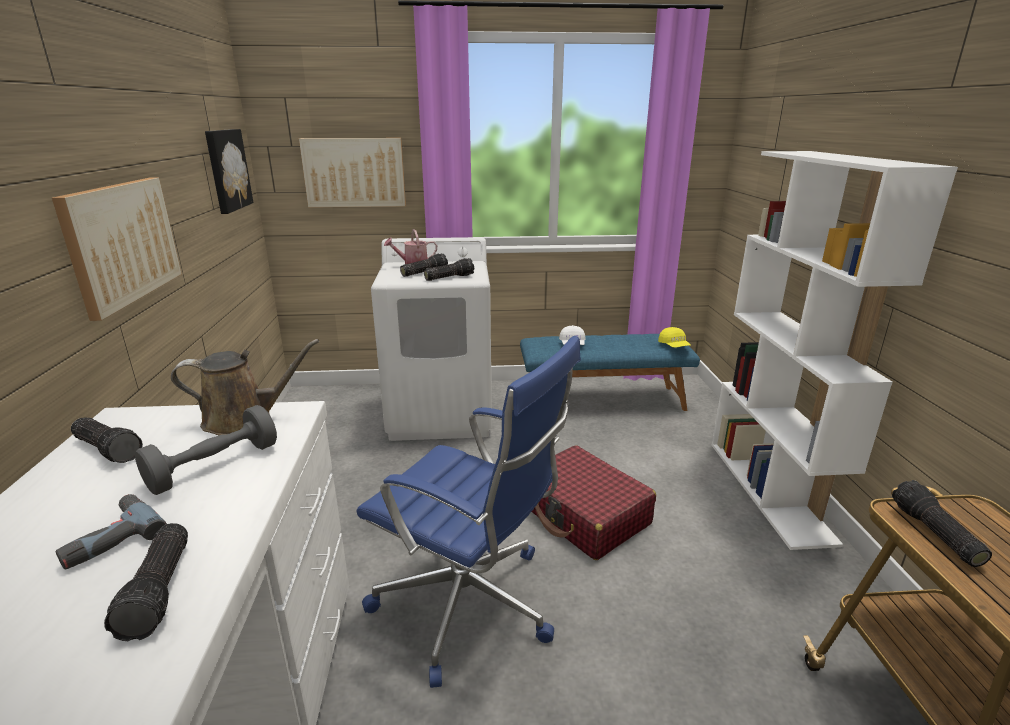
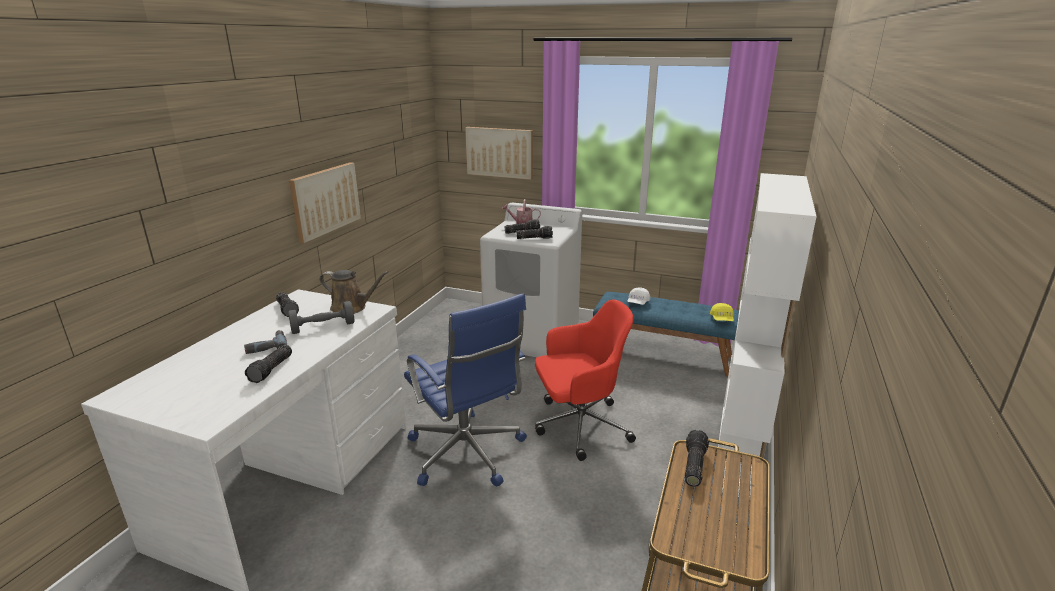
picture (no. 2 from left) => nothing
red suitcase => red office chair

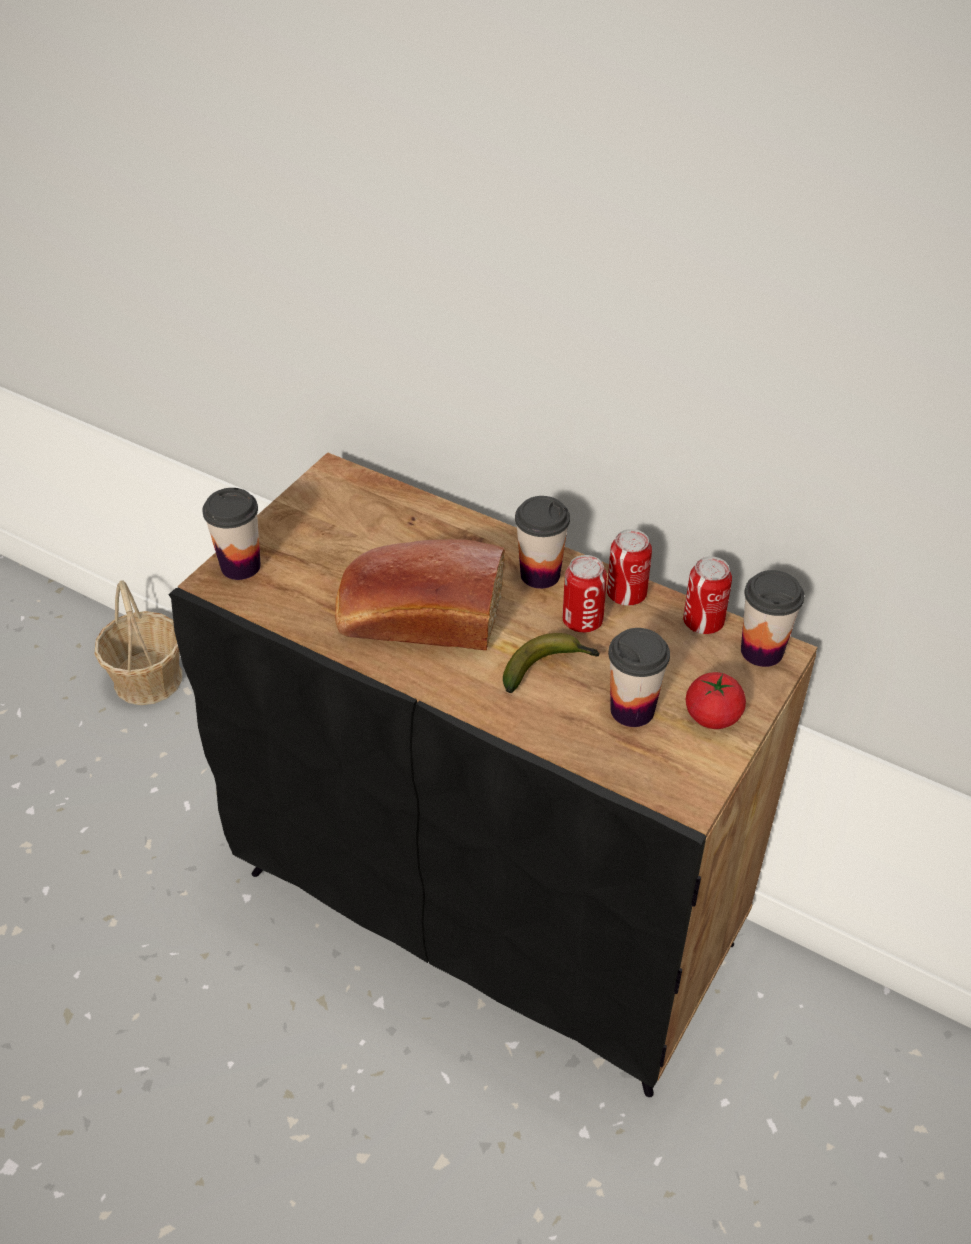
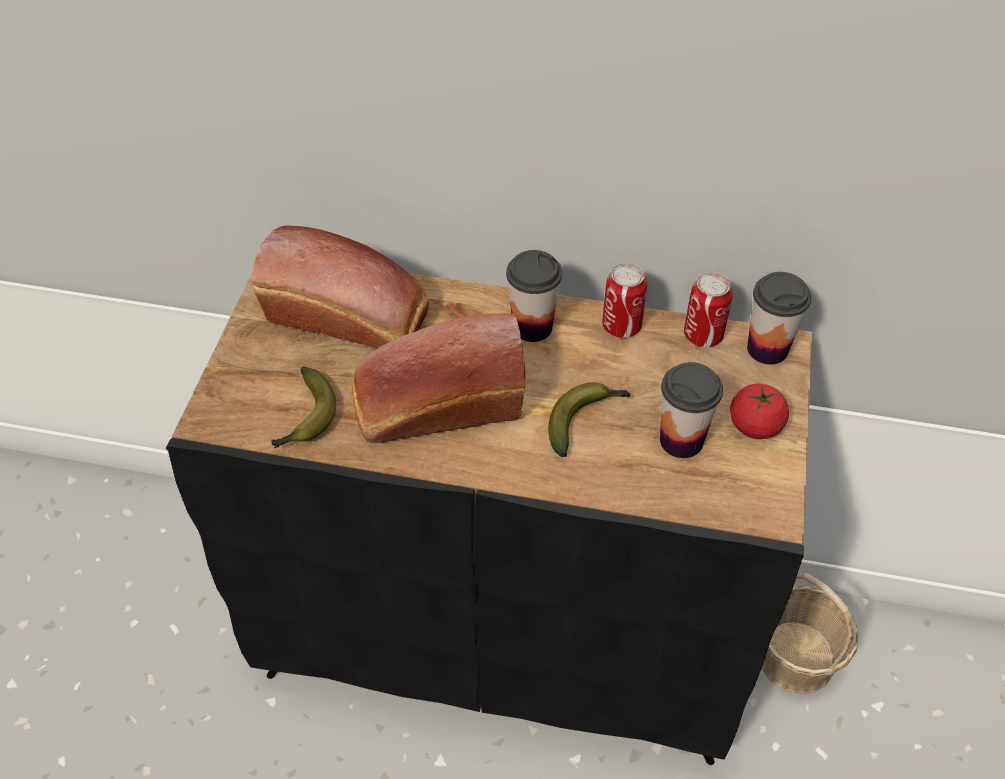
basket, shifted
cup (no. 1 from left) => nothing
can (no. 1 from left) => nothing
nothing => bread (no. 1 from left)
nothing => banana (no. 1 from left)

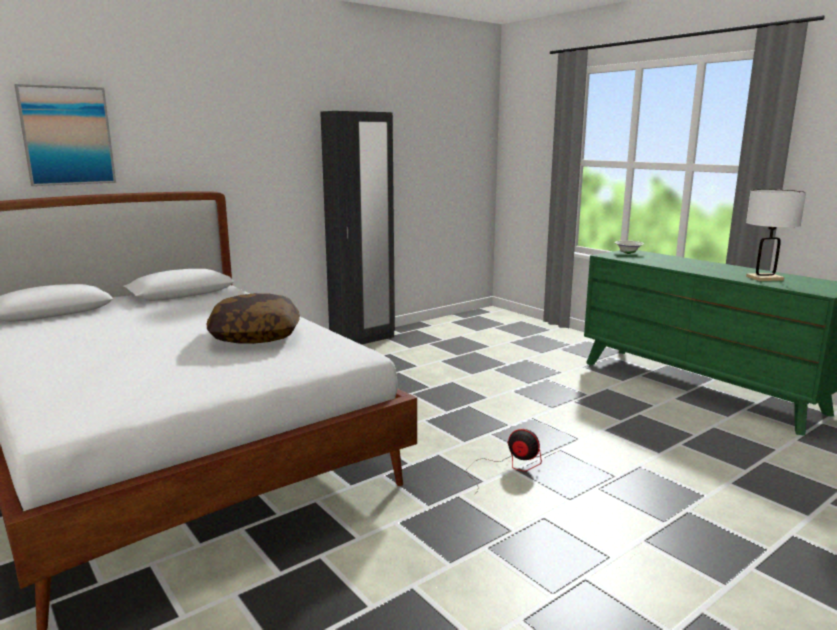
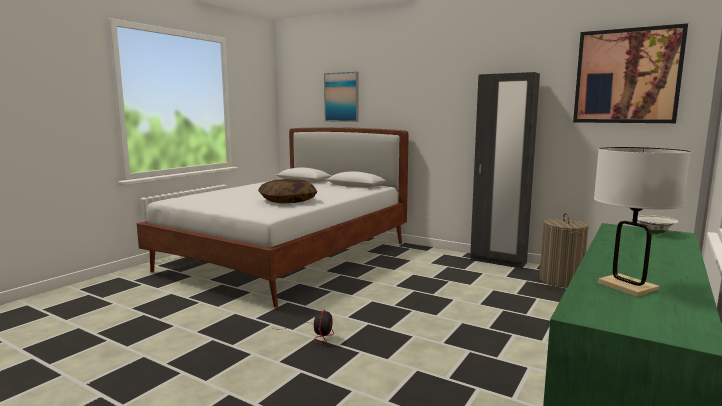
nothing => laundry basket
nothing => picture (no. 2 from left)

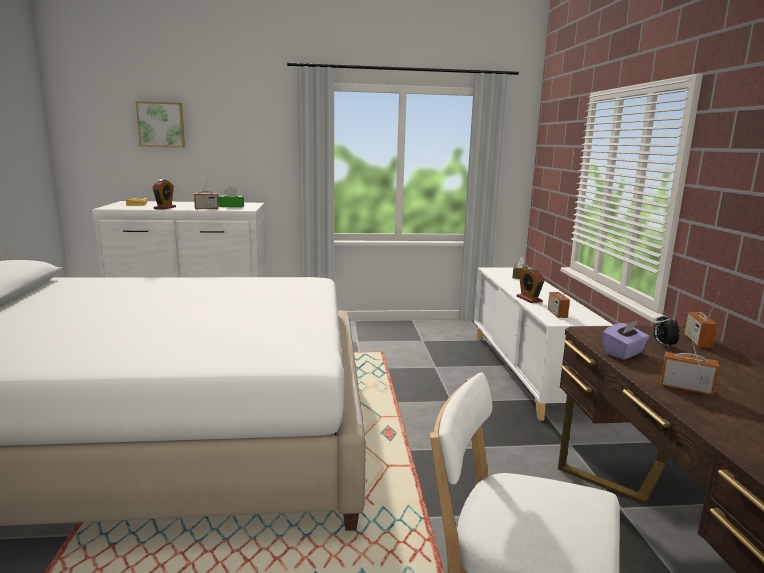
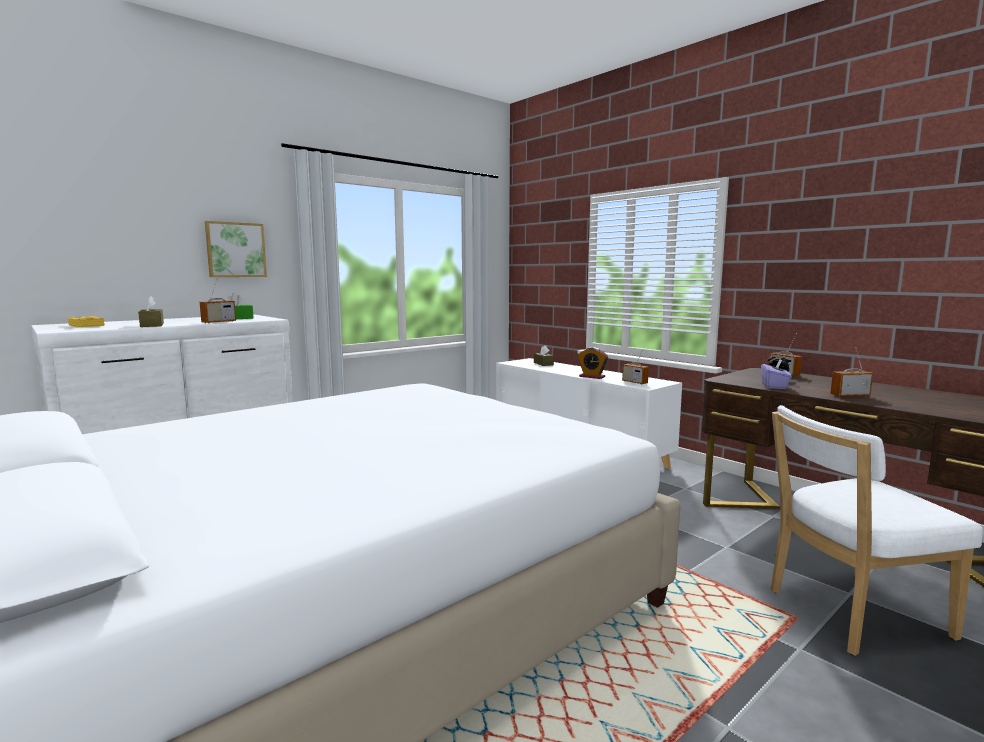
picture, shifted
alarm clock (no. 1 from left) => brown tissue box (no. 1 from left)

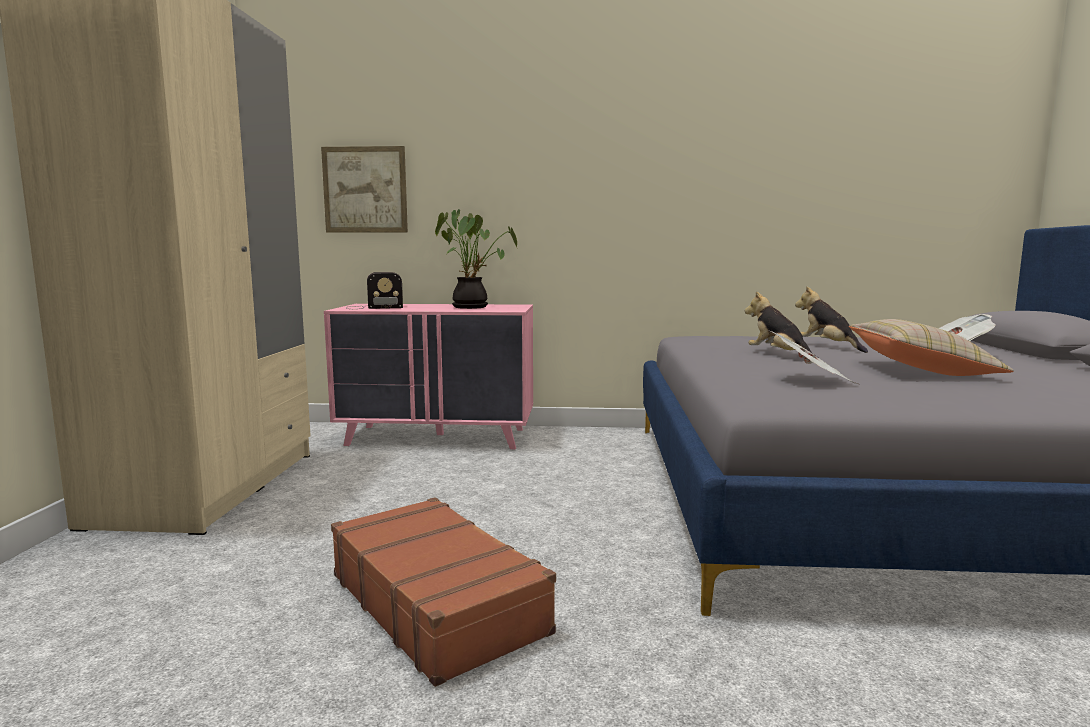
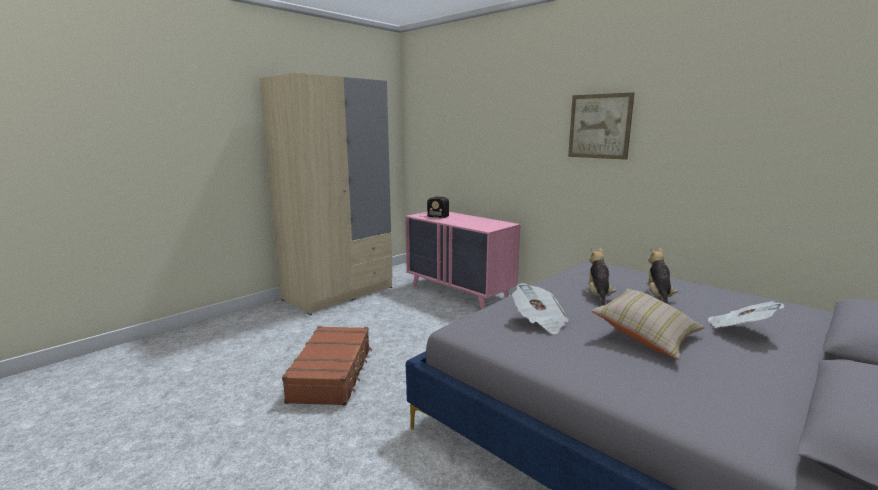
picture, shifted
potted plant => nothing

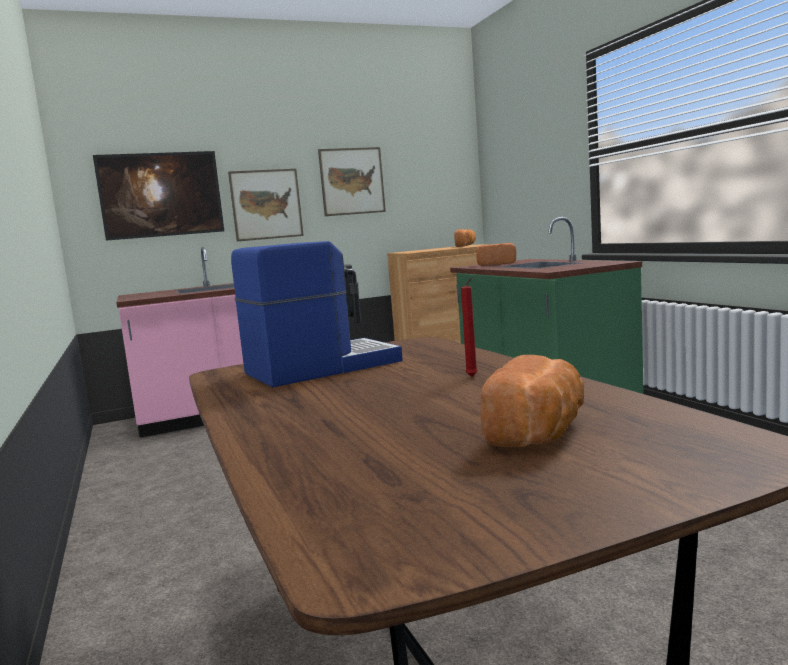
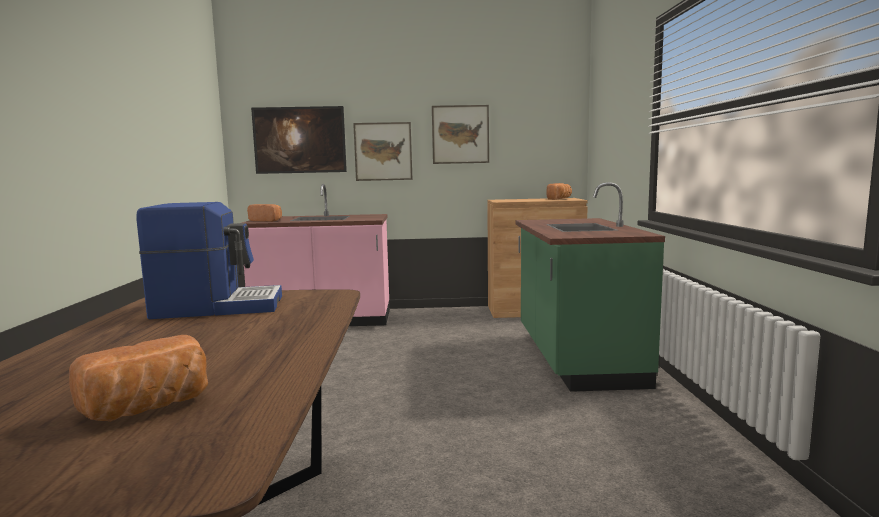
red candle => nothing
bread (no. 2 from left), shifted

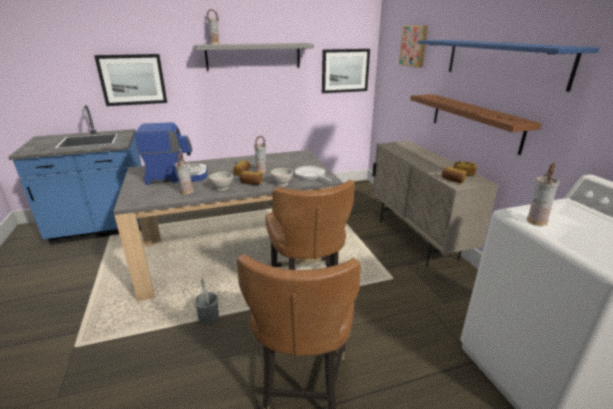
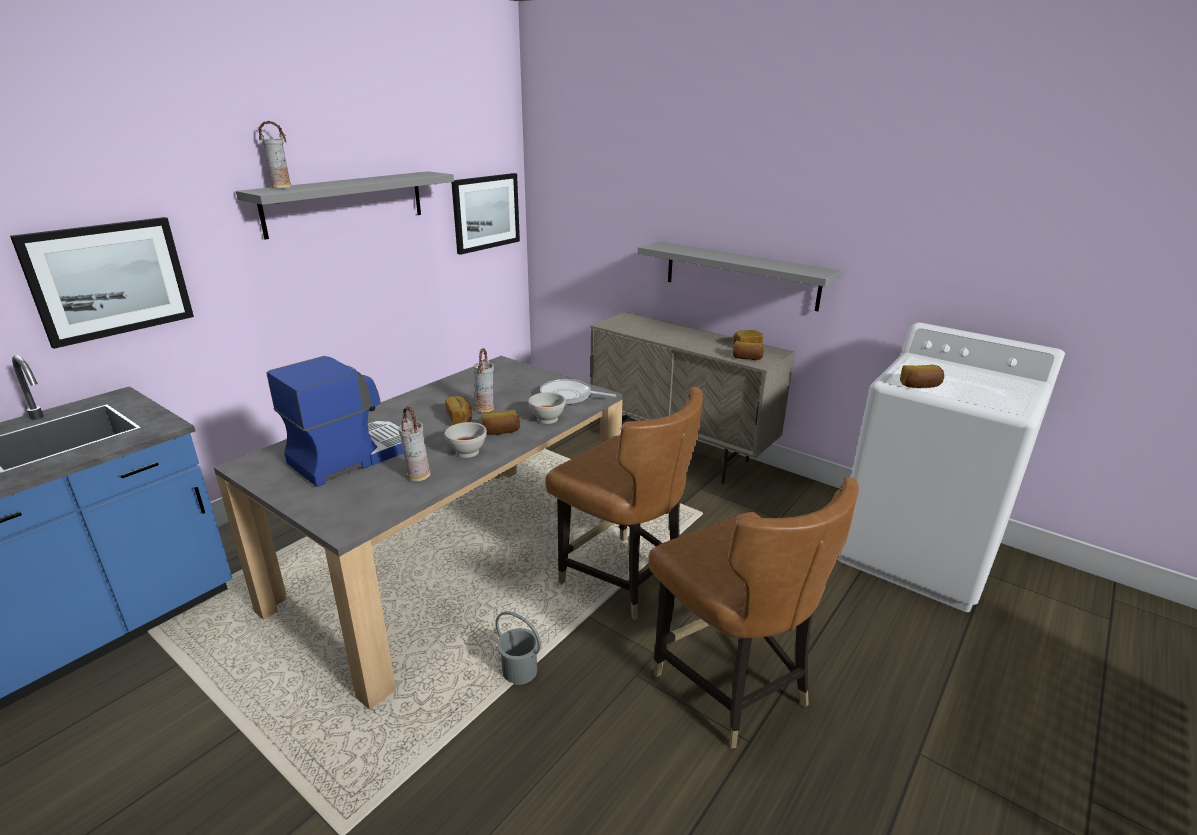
picture (no. 3 from left) => nothing
brown shelf => grey shelf (no. 2 from left)
blue shelf => nothing
vase (no. 4 from left) => bread (no. 5 from left)

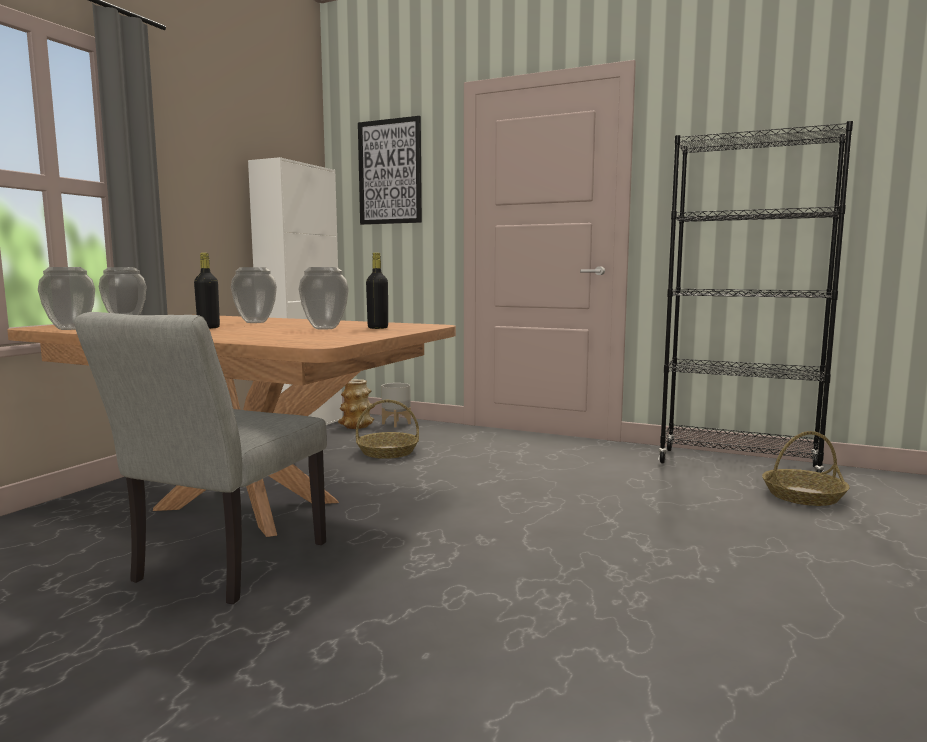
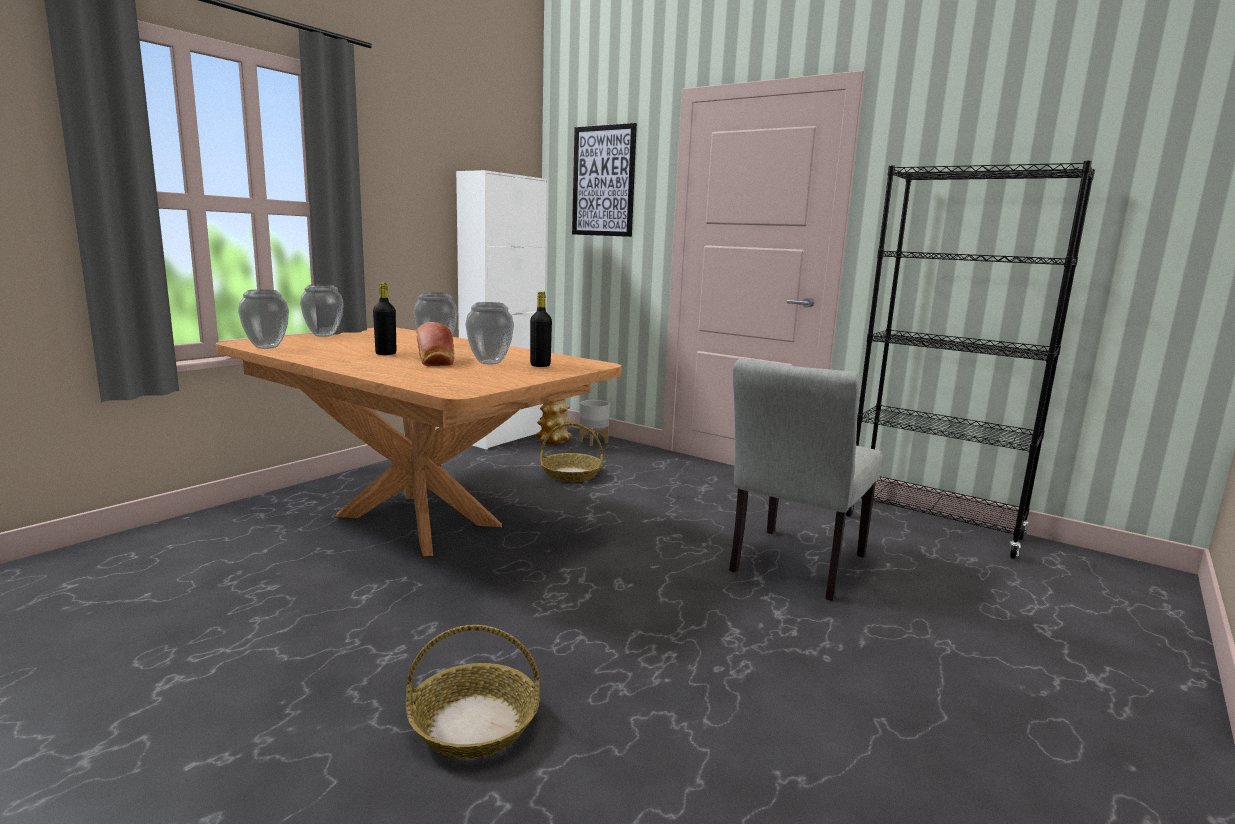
grey chair, shifted
basket (no. 2 from left in the first image) => basket (no. 1 from left), shifted
nothing => bread

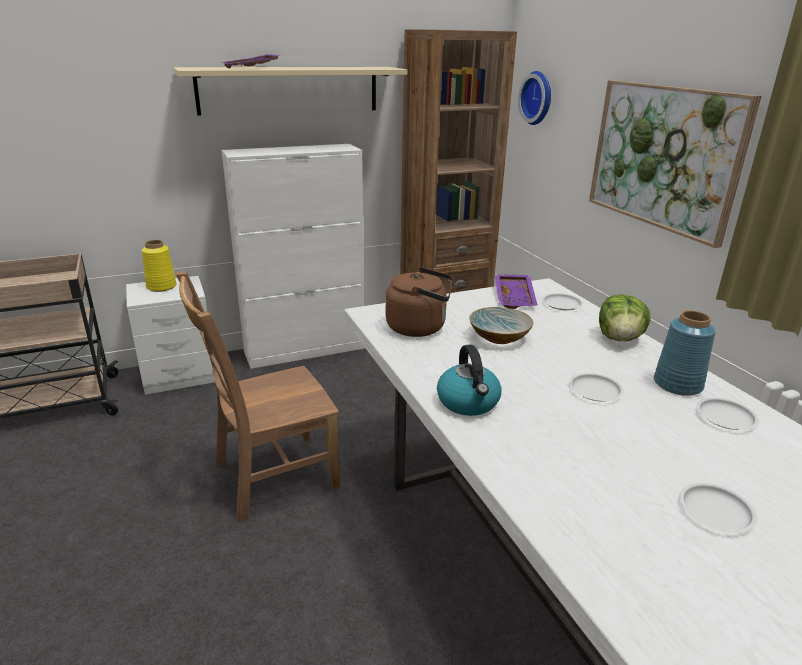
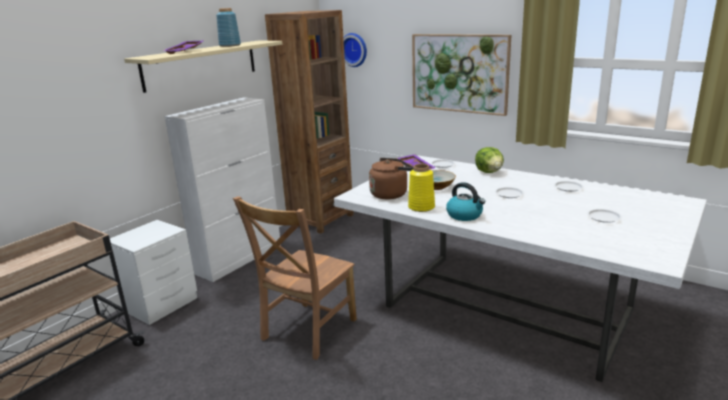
yellow vase, shifted
blue vase, shifted

